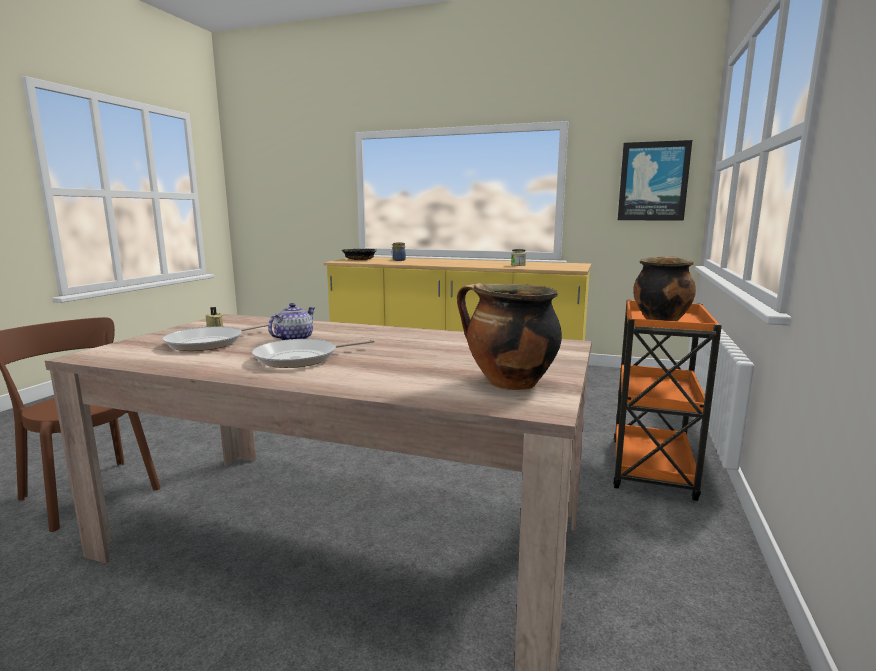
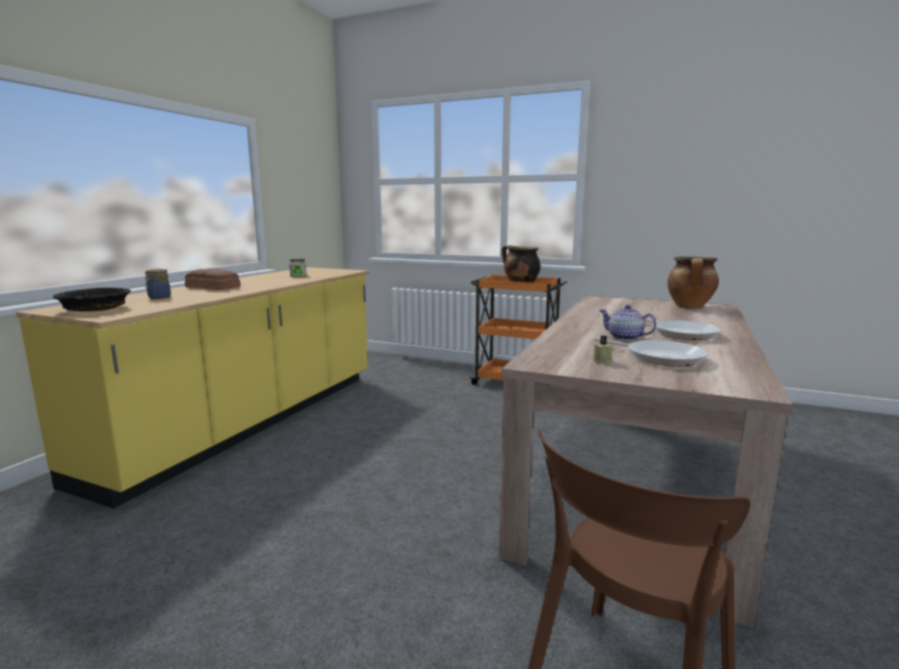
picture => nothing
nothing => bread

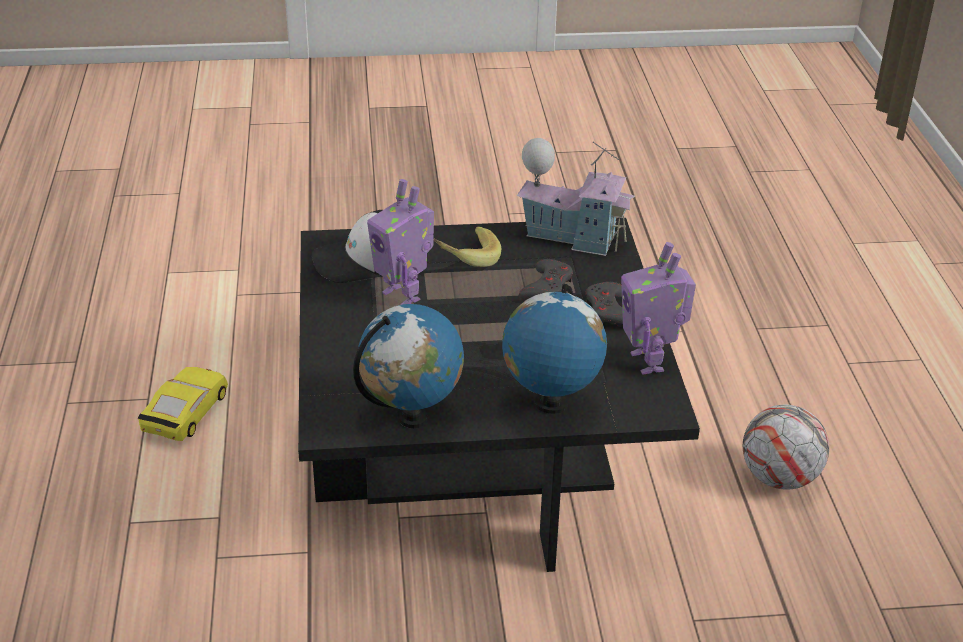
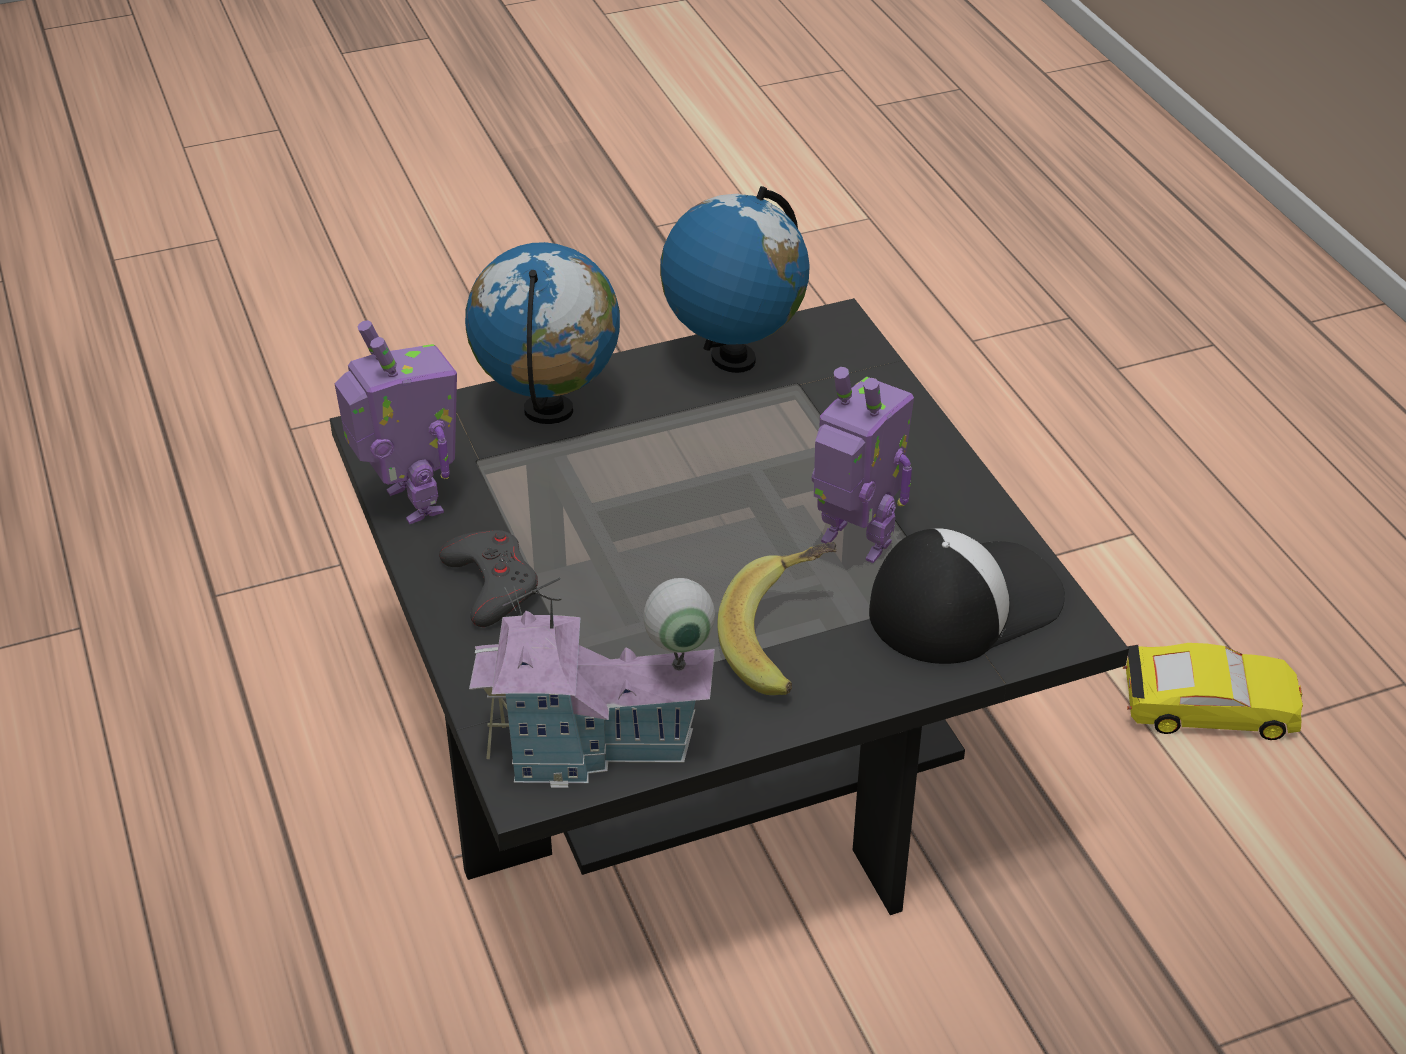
yellow toy car, 90 degrees counterclockwise
grey game controller (no. 1 from left) => nothing
football => nothing

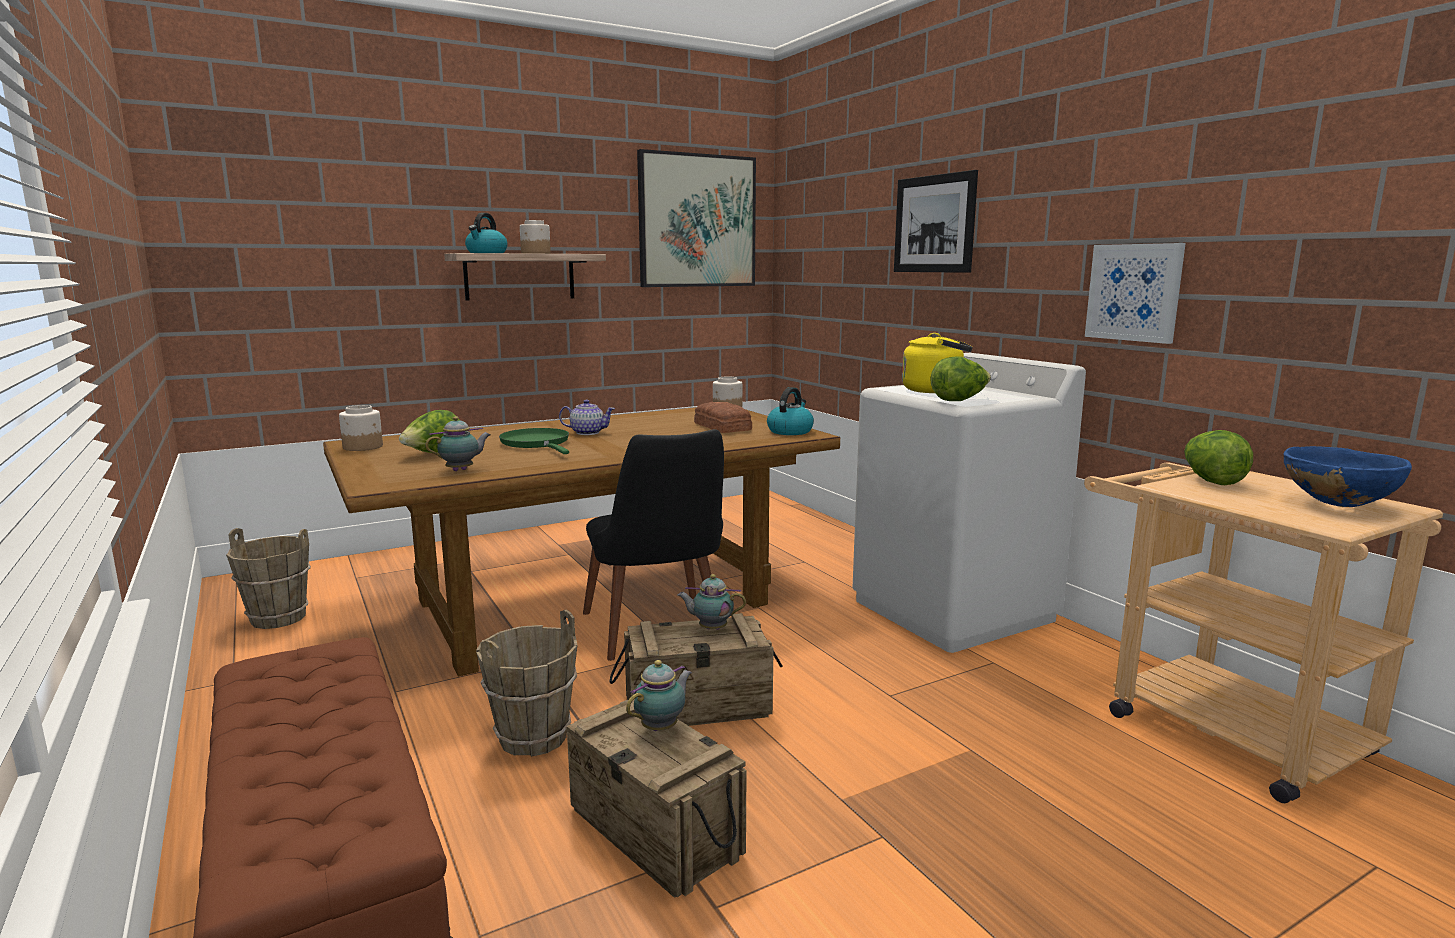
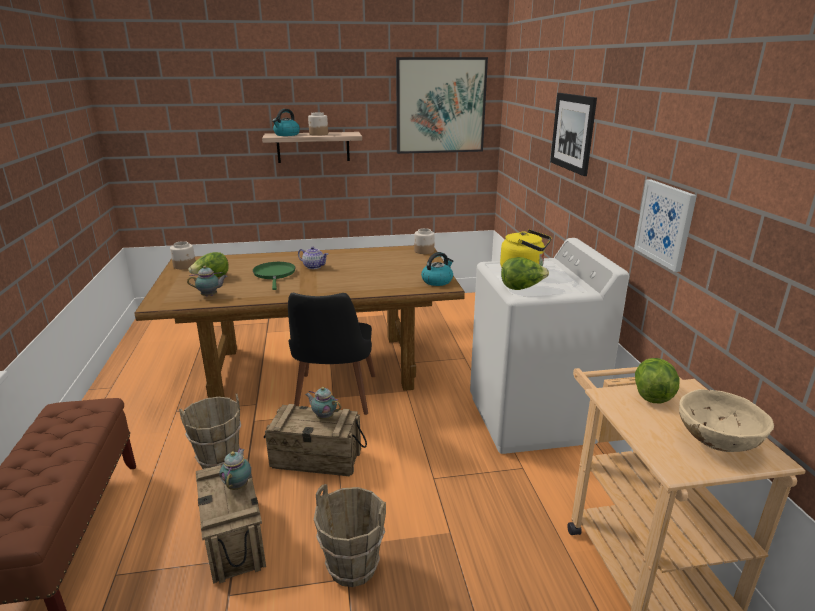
brown bucket (no. 1 from left in the first image) => brown bucket (no. 2 from left), shifted
teapot (no. 3 from left in the first image) => teapot (no. 2 from left), 60 degrees counterclockwise
bread => nothing
blue bowl => beige bowl

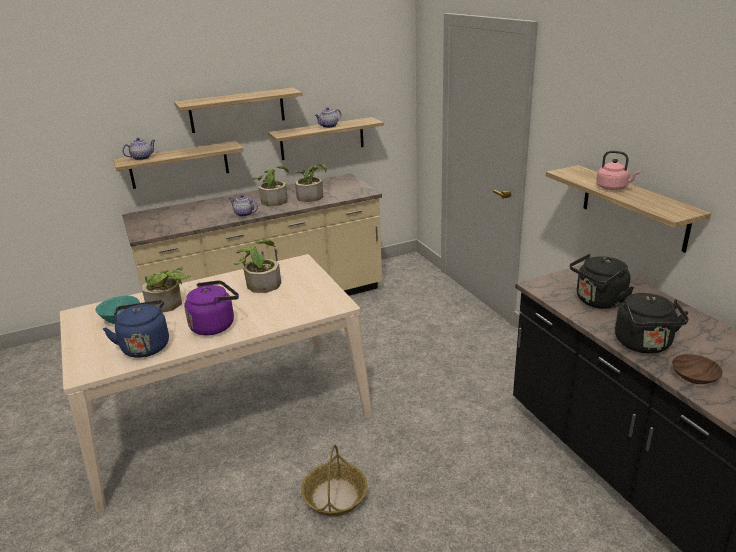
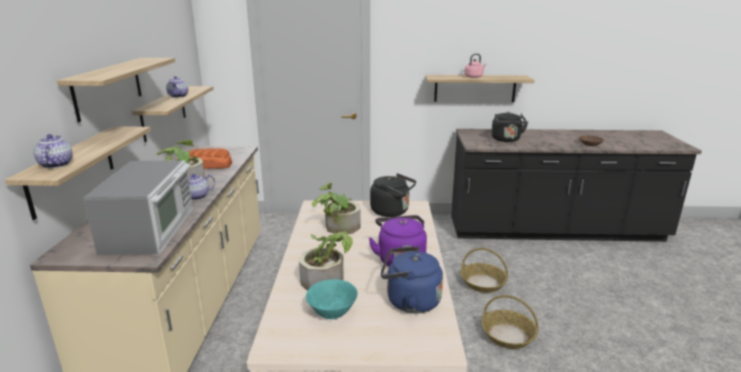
potted plant (no. 4 from left) => bread
black kettle (no. 2 from left in the first image) => black kettle (no. 1 from left), shifted
nothing => microwave
nothing => basket (no. 1 from left)

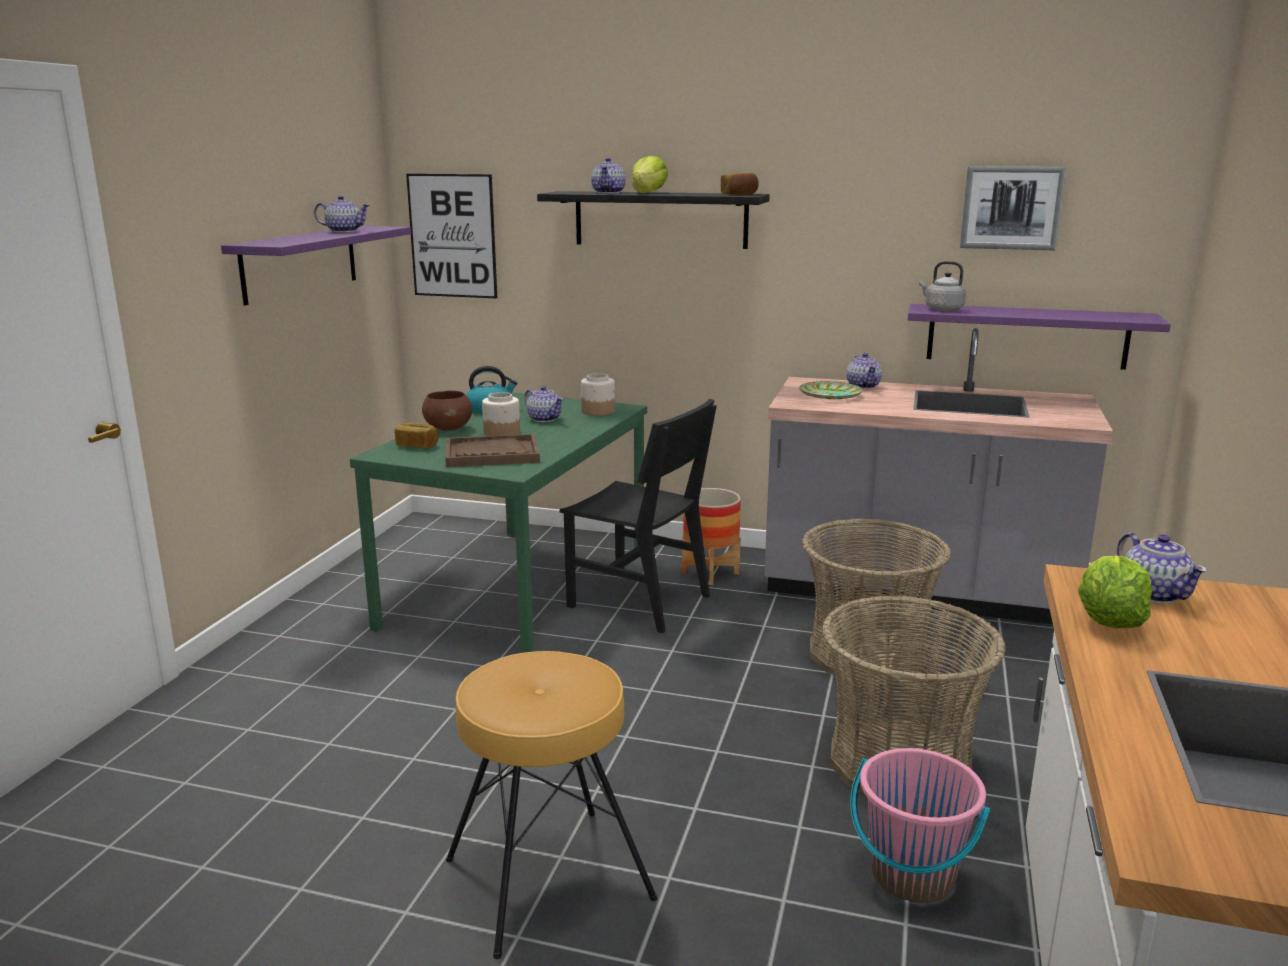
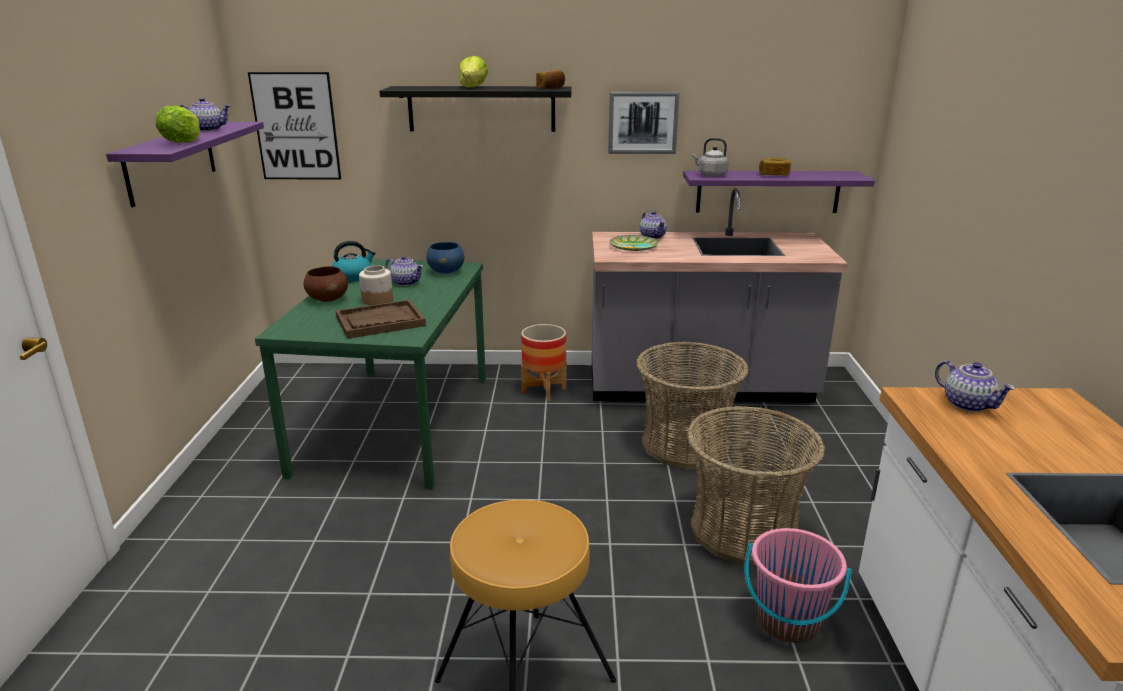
bread (no. 1 from left in the first image) => bread (no. 2 from left), shifted
black chair => nothing
jar (no. 2 from left) => blue bowl
teapot (no. 3 from left) => nothing
picture (no. 2 from left), shifted
lettuce (no. 2 from left in the first image) => lettuce (no. 1 from left), shifted

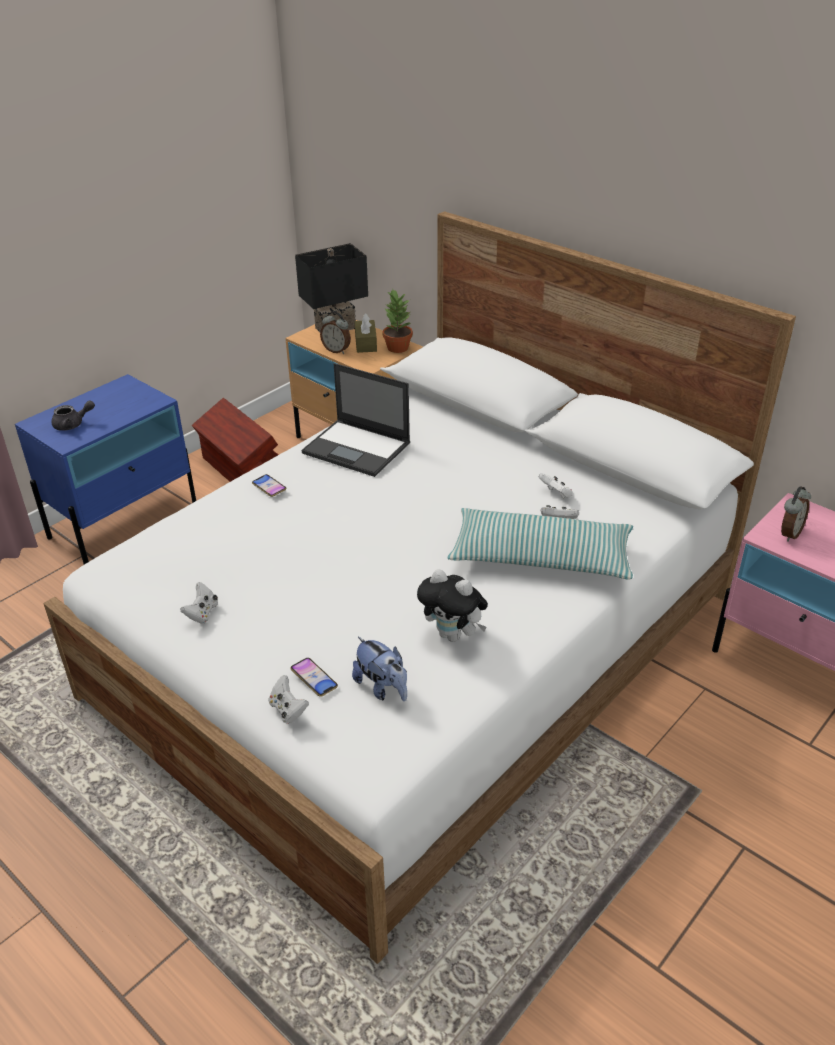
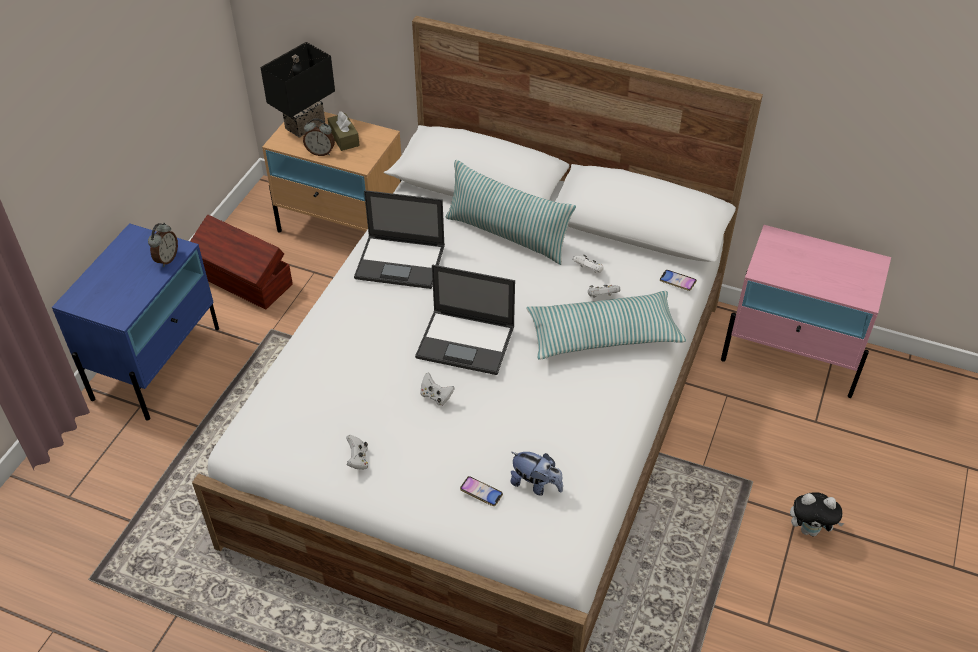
grey teapot => nothing
phone (no. 1 from left in the first image) => phone (no. 2 from left), shifted
white game controller (no. 2 from left), shifted
potted plant => nothing
plush toy (no. 2 from left), shifted
alarm clock (no. 2 from left in the first image) => alarm clock (no. 1 from left), shifted
nothing => laptop (no. 2 from left)
nothing => pillow (no. 1 from left)

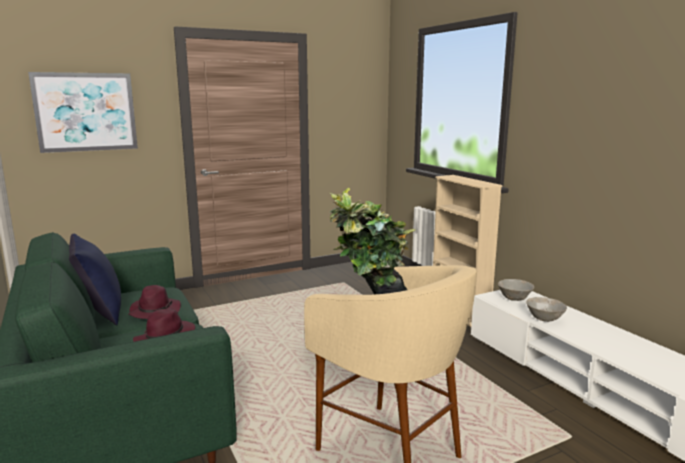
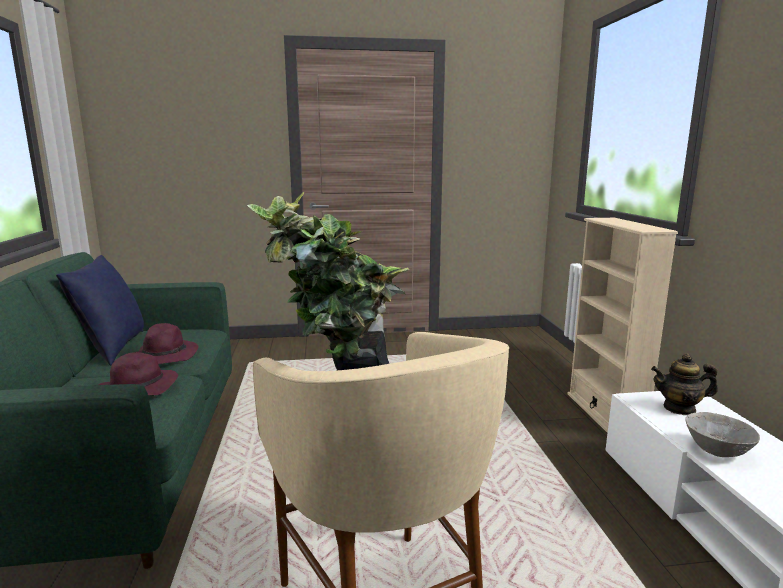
picture => nothing
grey bowl (no. 1 from left) => teapot

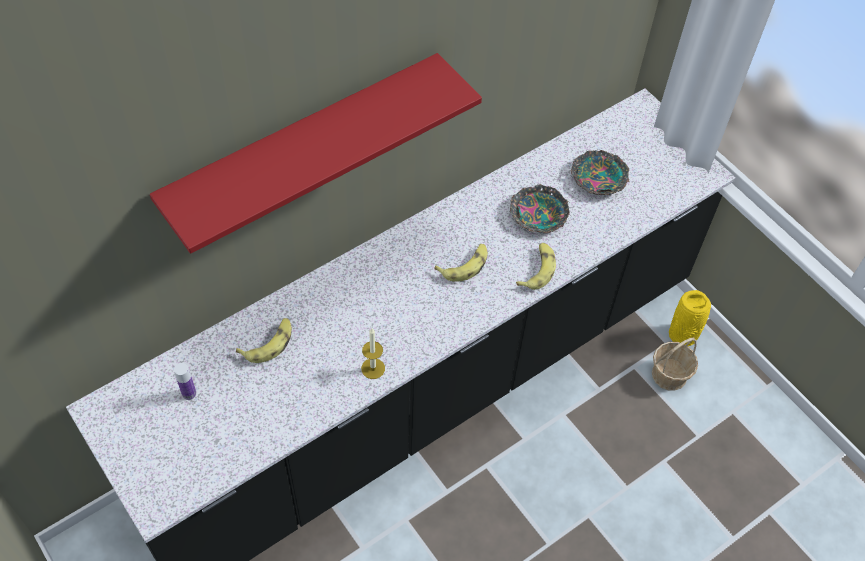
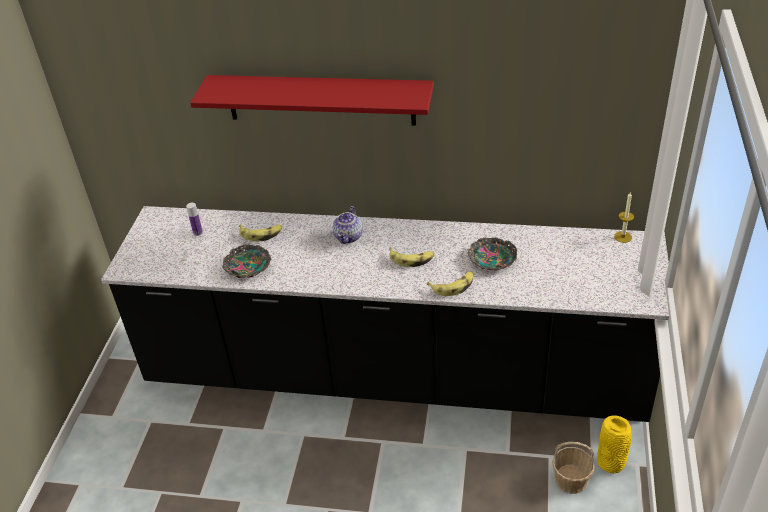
candle, shifted
bowl (no. 2 from left in the first image) => bowl (no. 1 from left), shifted
nothing => teapot

